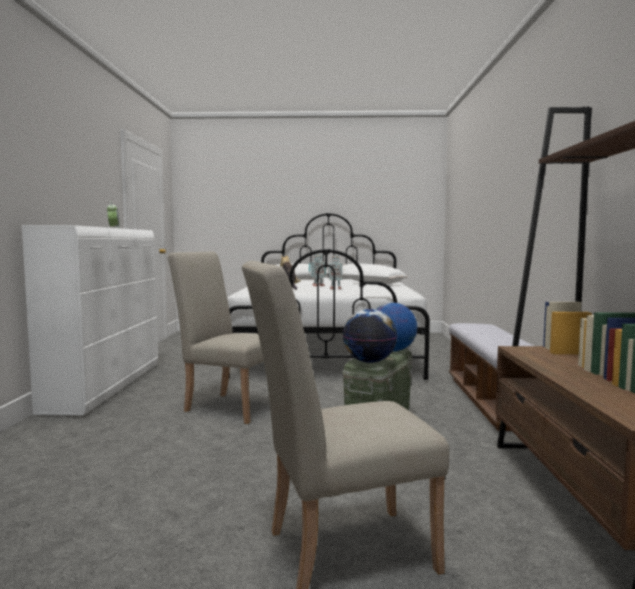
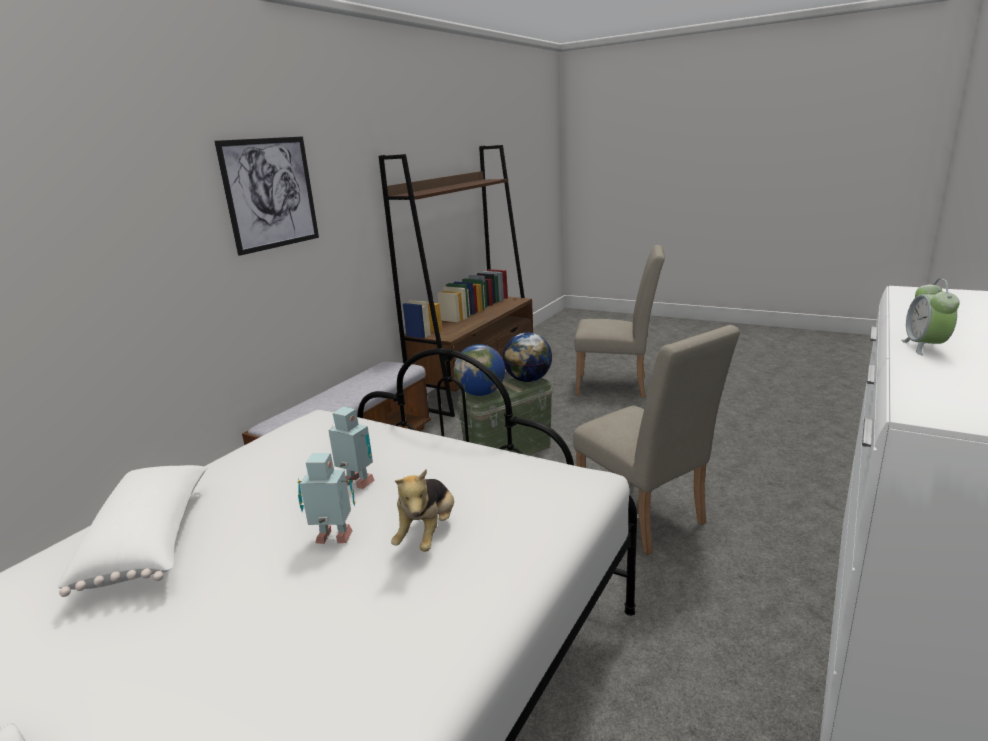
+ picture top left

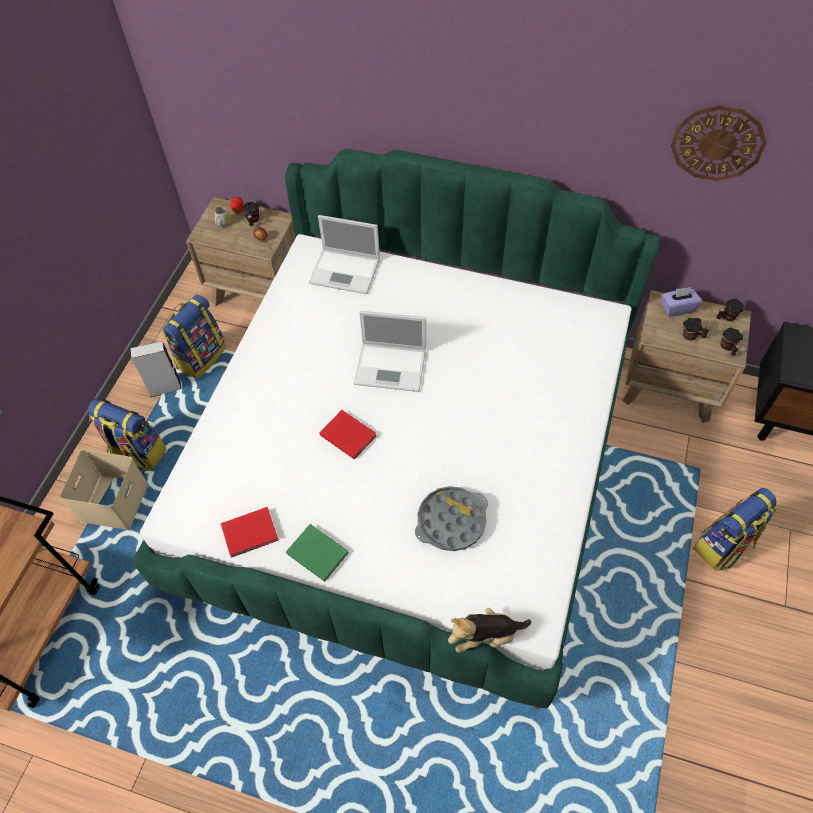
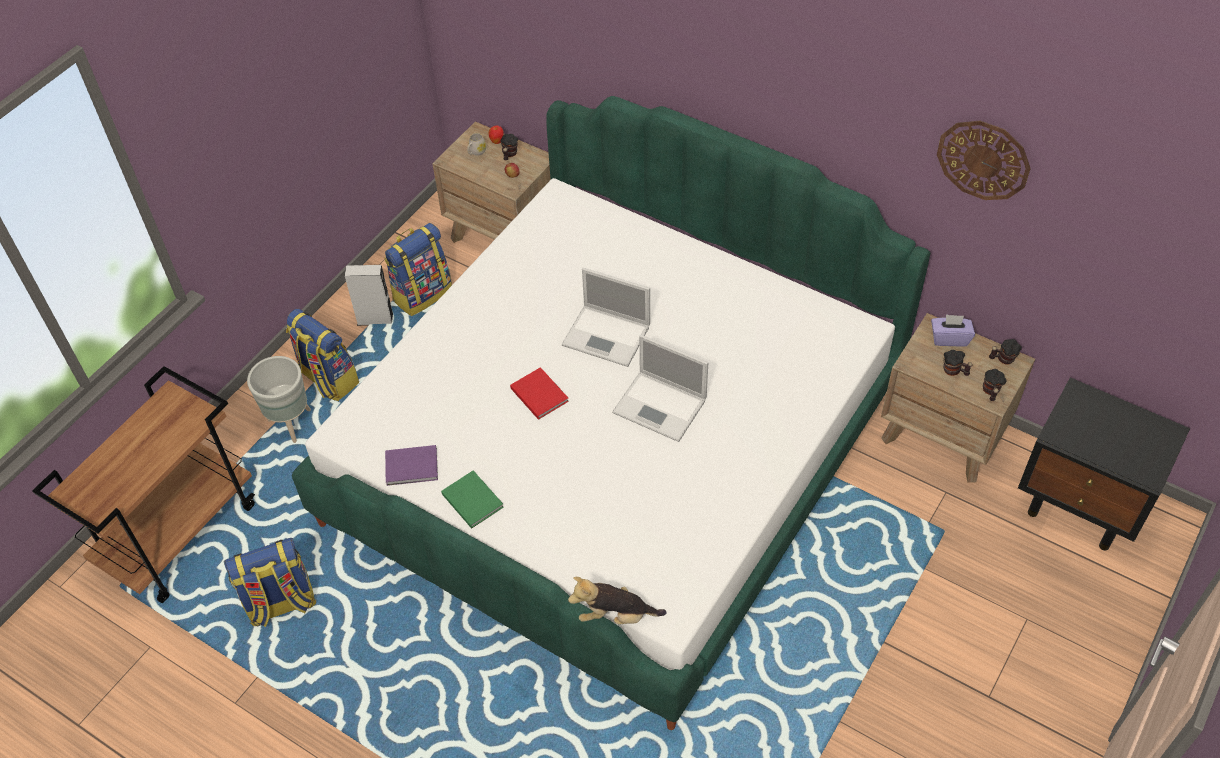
~ backpack (3rd from left in the first image) middle right to backpack (1st from left) bottom left
~ beige storage box middle left to grey planter middle left
~ red book (1st from left) middle left to purple book centre
~ laptop (1st from left in the first image) top centre to laptop (2nd from left) centre
- grey tray centre

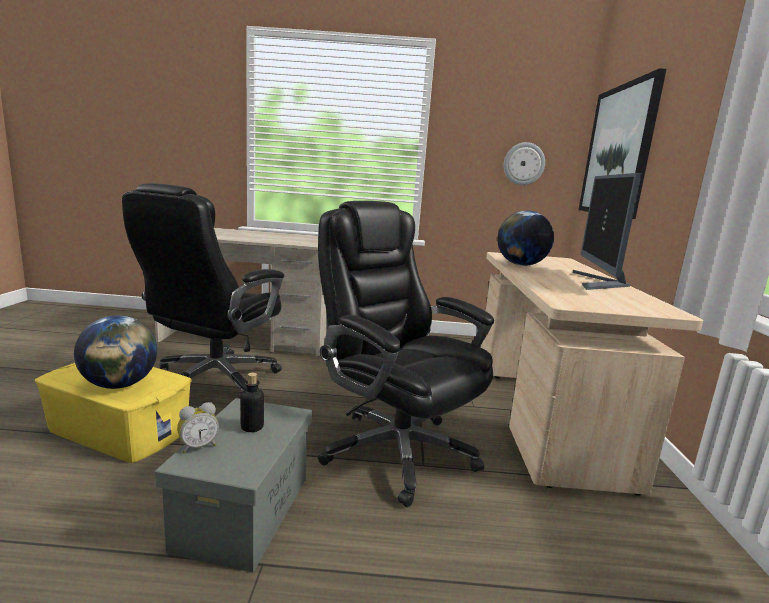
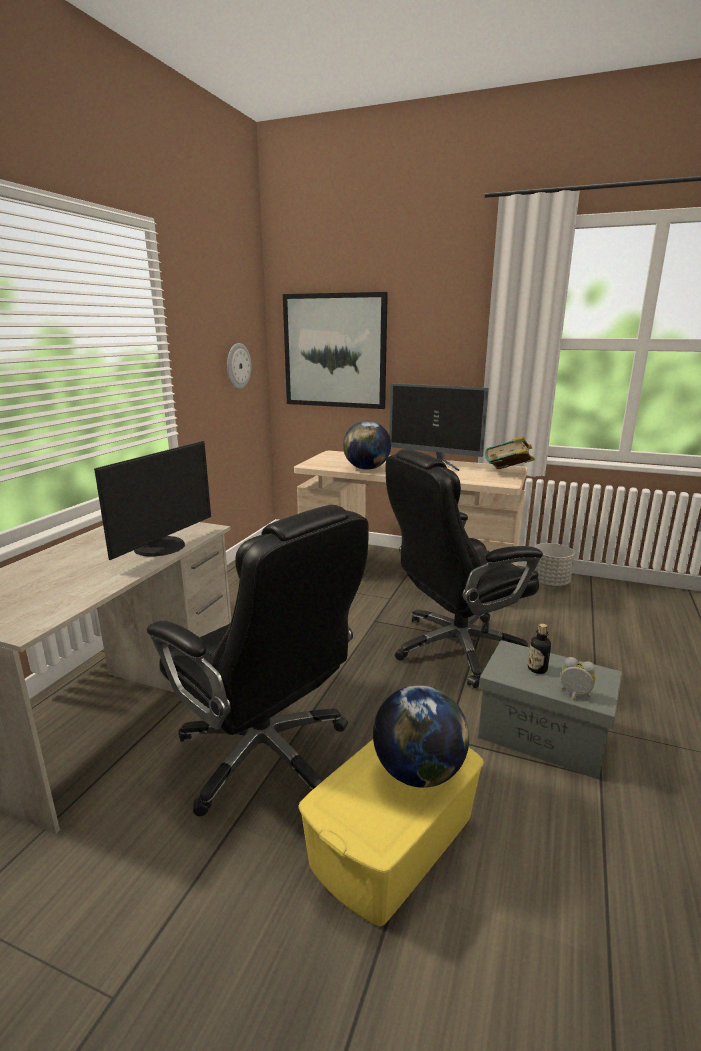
+ monitor (1st from left) middle left
+ book middle right
+ grey planter middle right
~ alarm clock bottom left = middle right 45 degrees counterclockwise

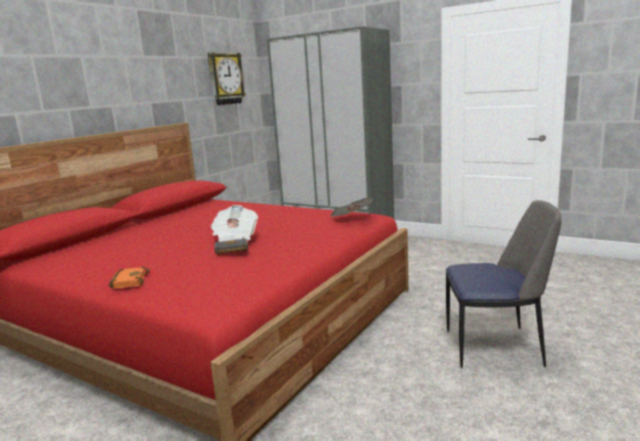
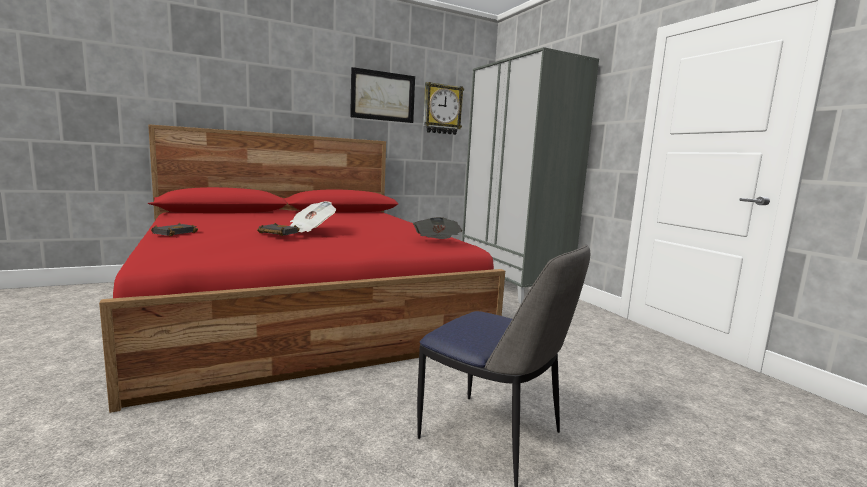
~ orange book middle left to black book (1st from left) middle left
+ picture top centre

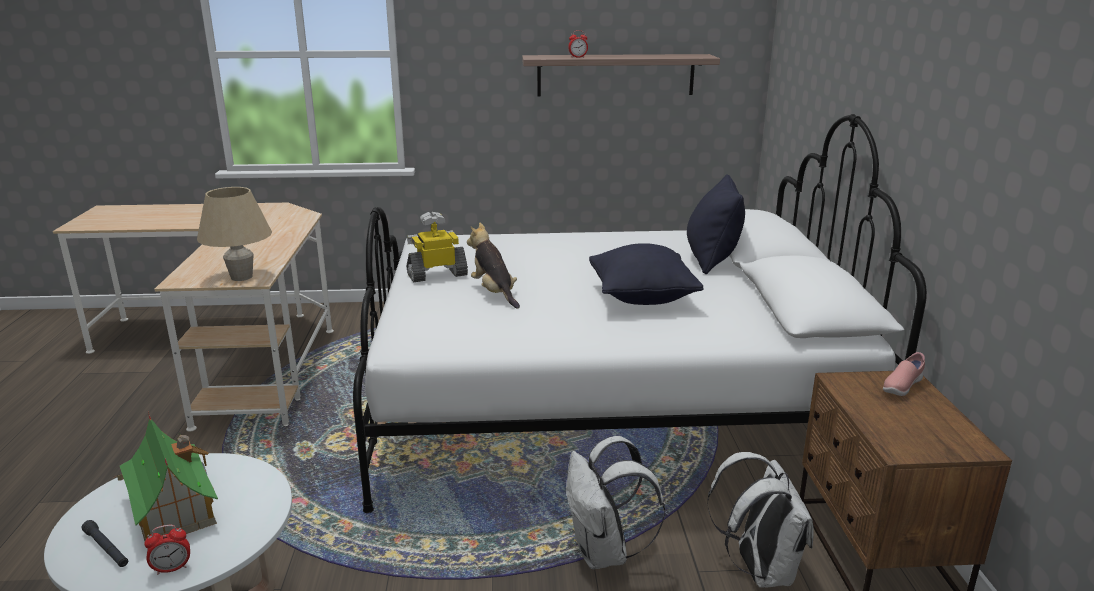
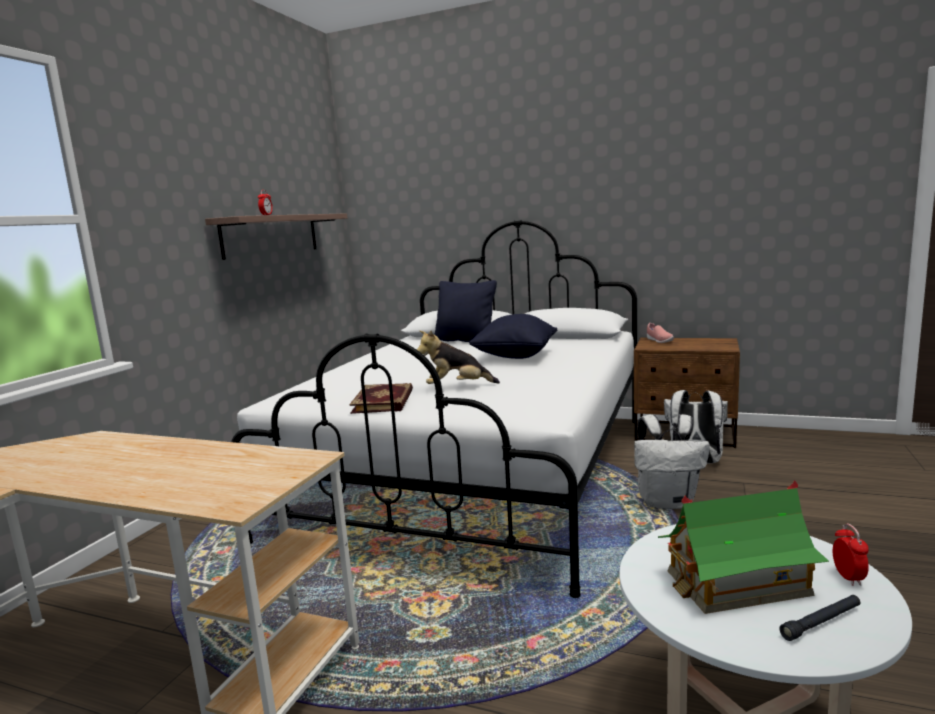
~ toy robot centre to book centre
- beige table lamp middle left

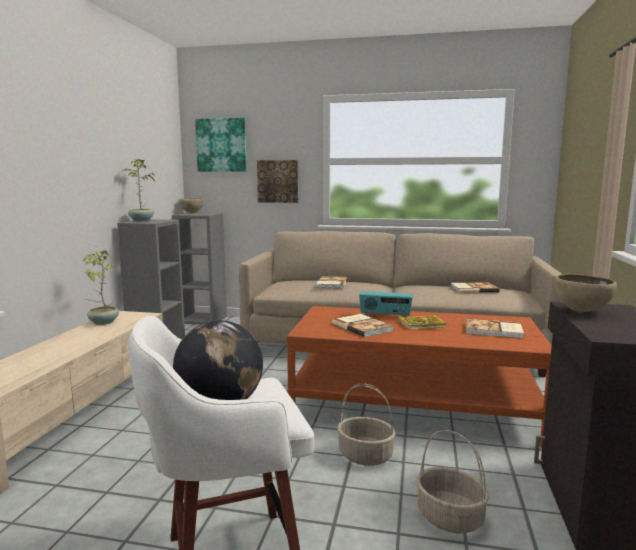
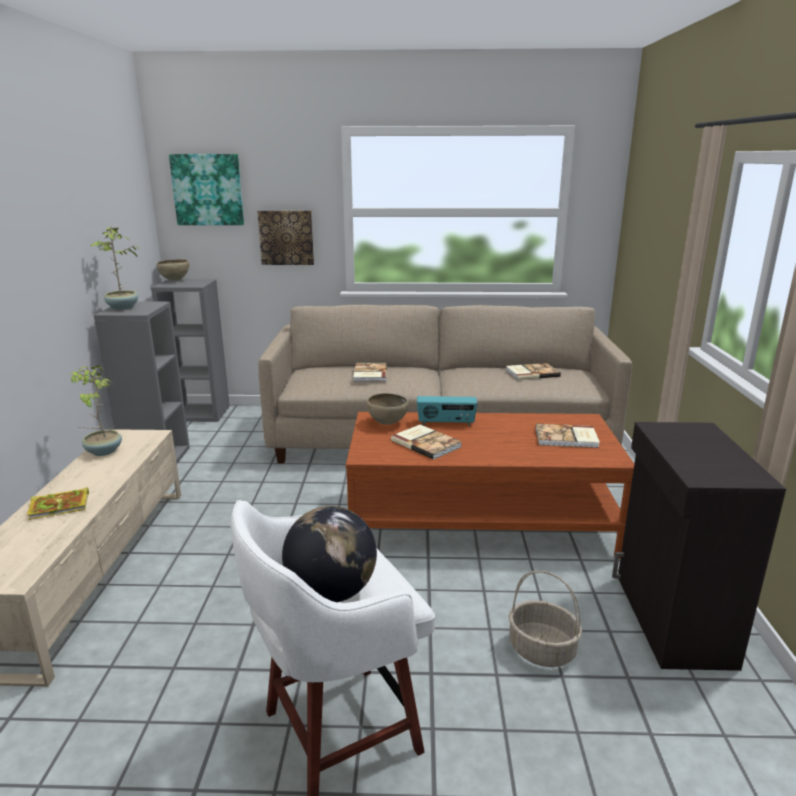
~ book (3rd from left in the first image) centre to book (1st from left) middle left
~ brown bowl (2nd from left) middle right to centre
- basket (1st from left) bottom centre

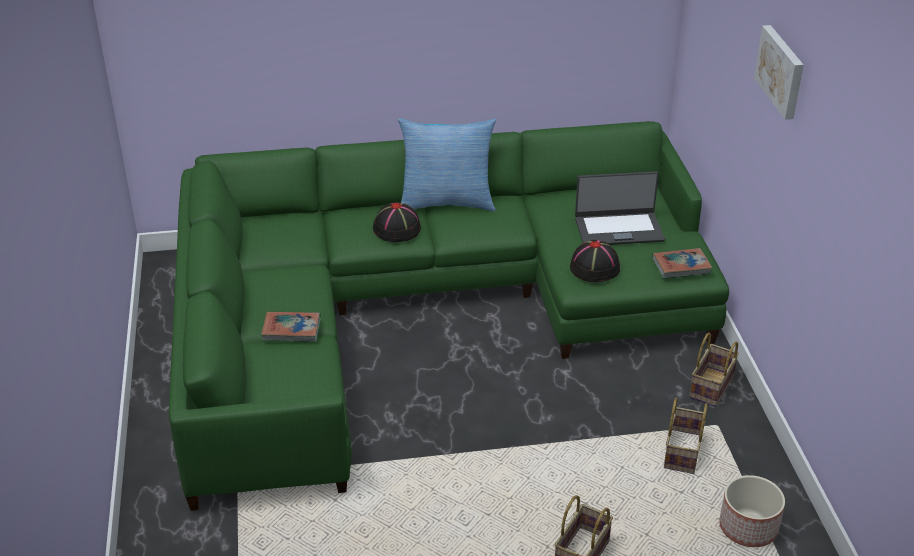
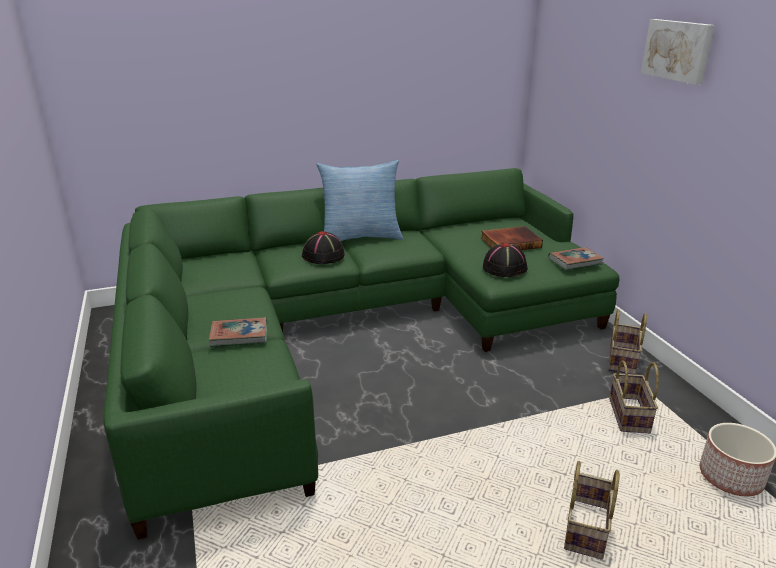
~ laptop middle right to book (2nd from left) centre

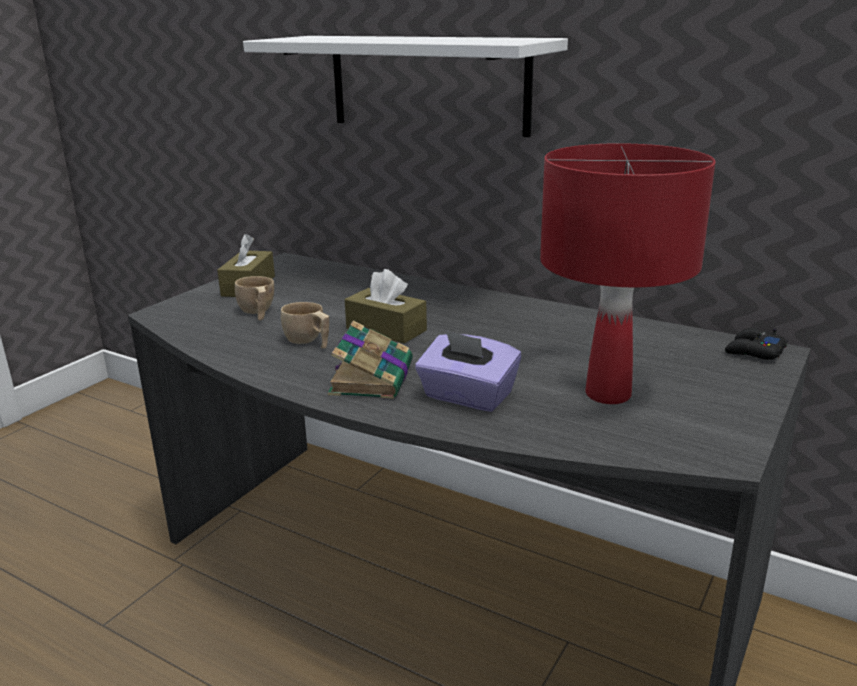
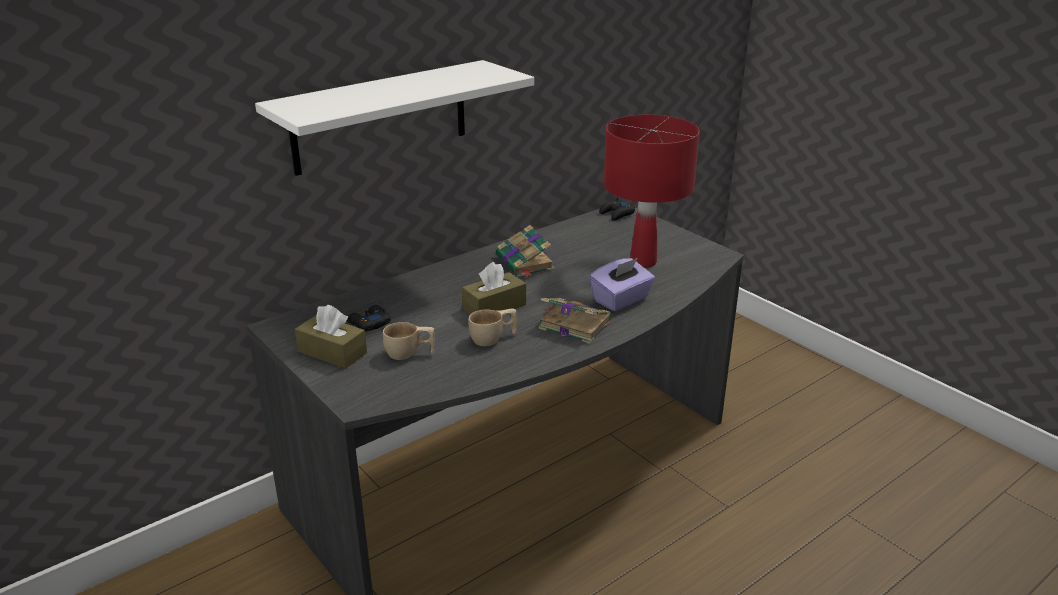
+ black game controller (1st from left) centre
+ book (1st from left) centre

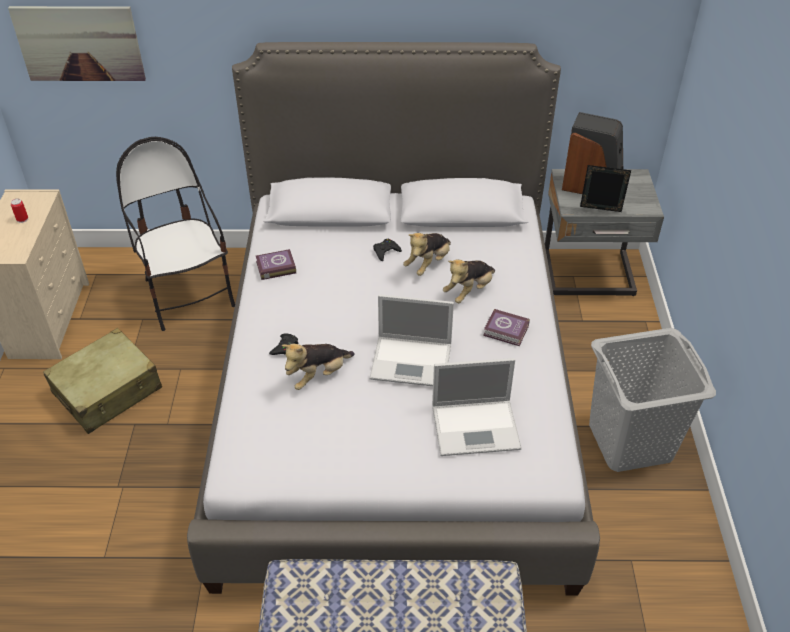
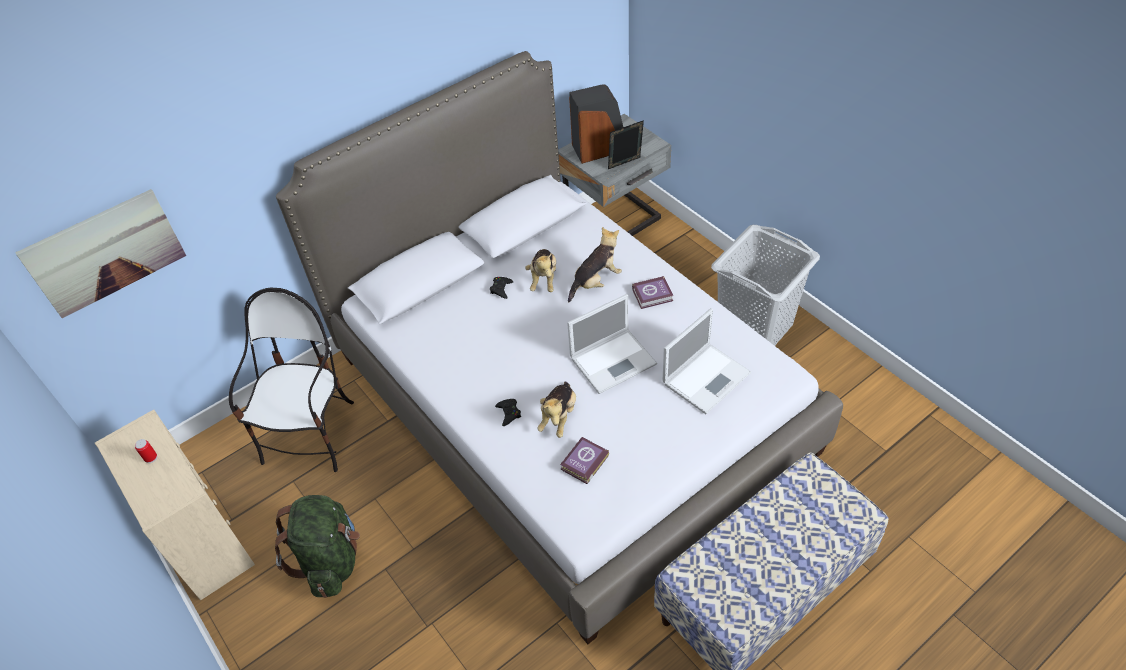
~ chair middle left = middle left 75 degrees clockwise
~ beige suitcase middle left to green backpack bottom left
~ book (1st from left) centre to bottom centre
~ plush toy (3rd from left) centre = centre 135 degrees counterclockwise

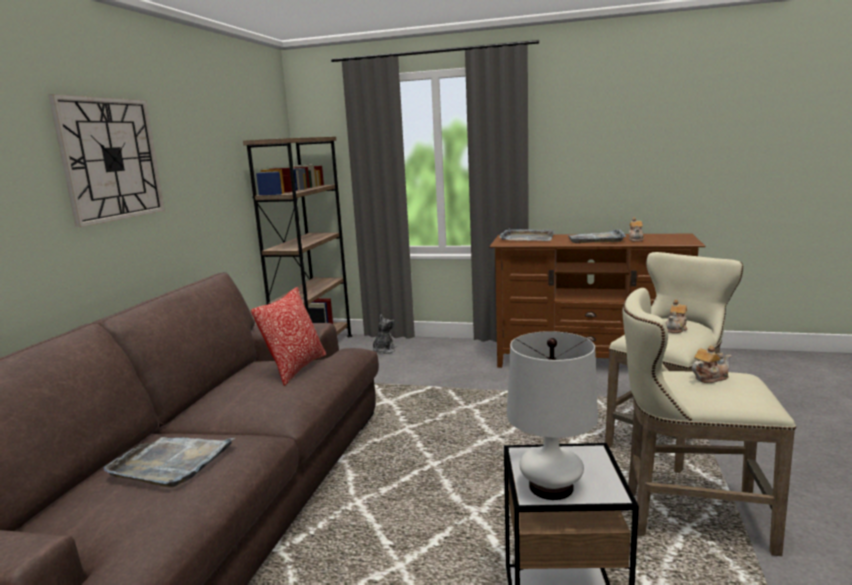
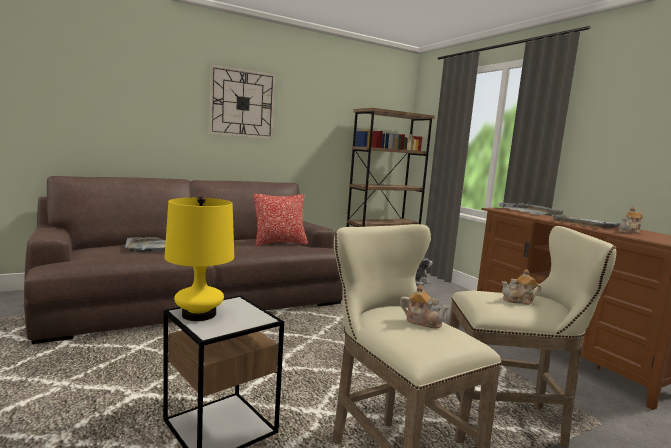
~ white table lamp bottom centre to yellow table lamp middle left

